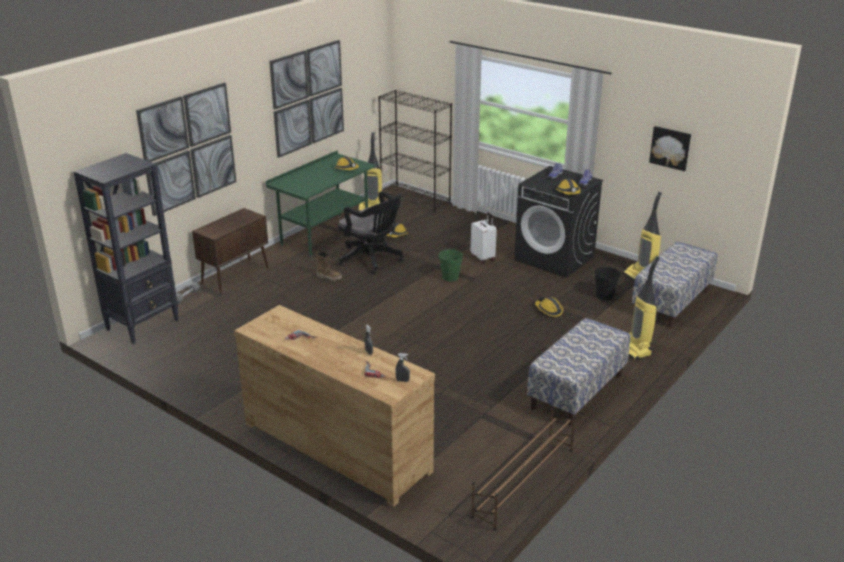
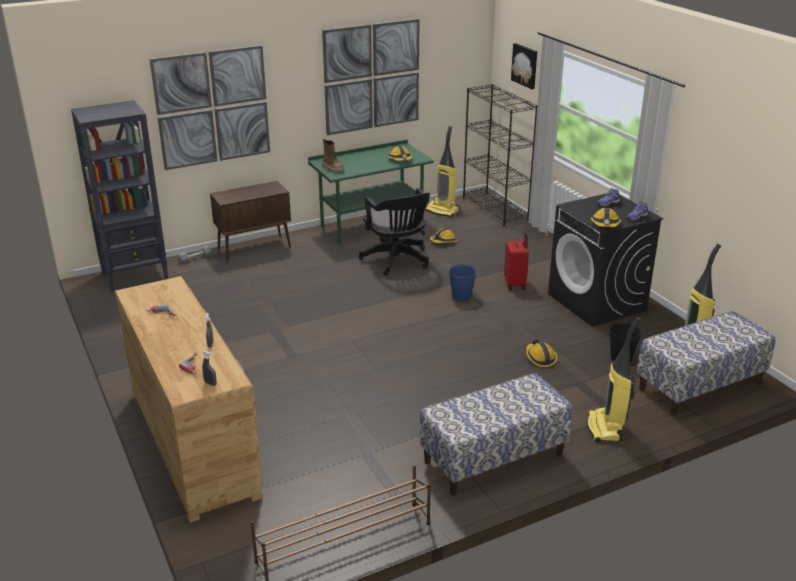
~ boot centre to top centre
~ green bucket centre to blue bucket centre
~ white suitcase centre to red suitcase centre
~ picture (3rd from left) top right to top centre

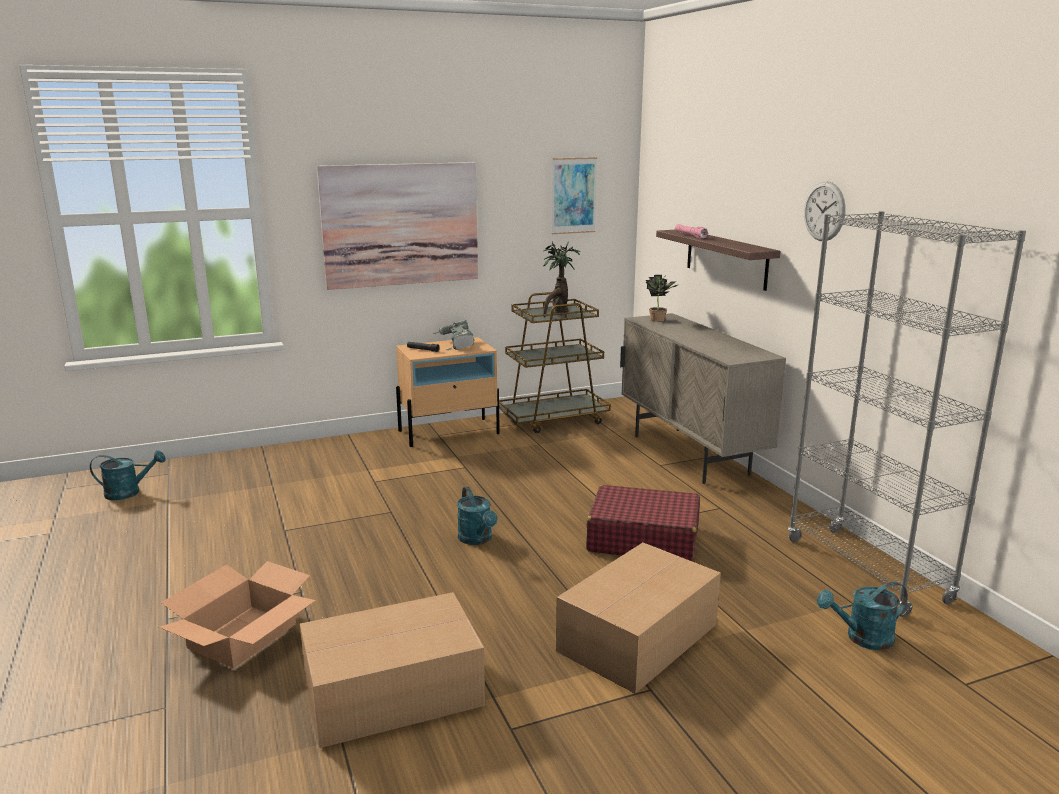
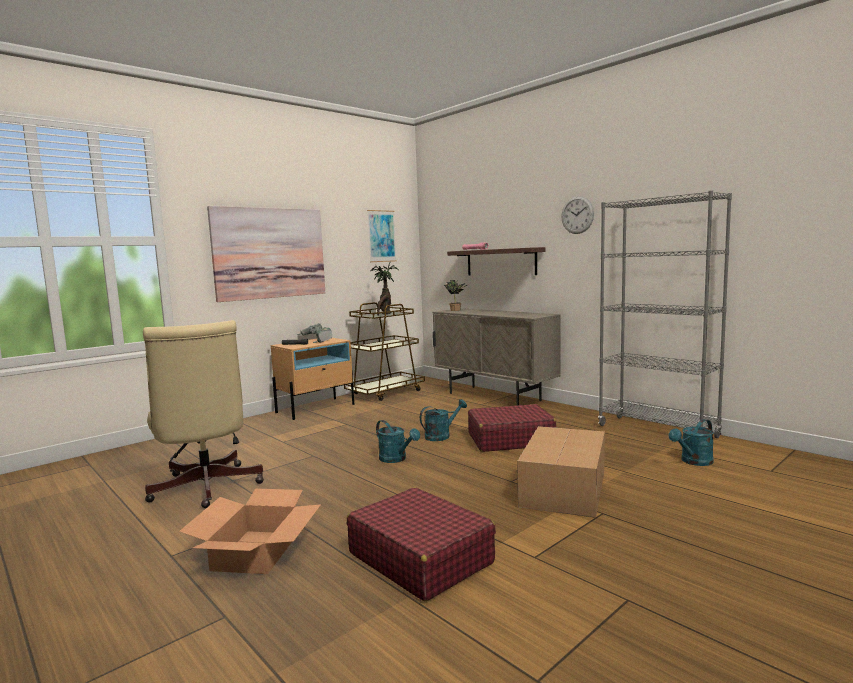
+ beige office chair middle left
~ cardboard box (2nd from left) bottom centre to red suitcase (1st from left) bottom centre
~ turquoise watering can (1st from left in the first image) middle left to turquoise watering can (2nd from left) centre

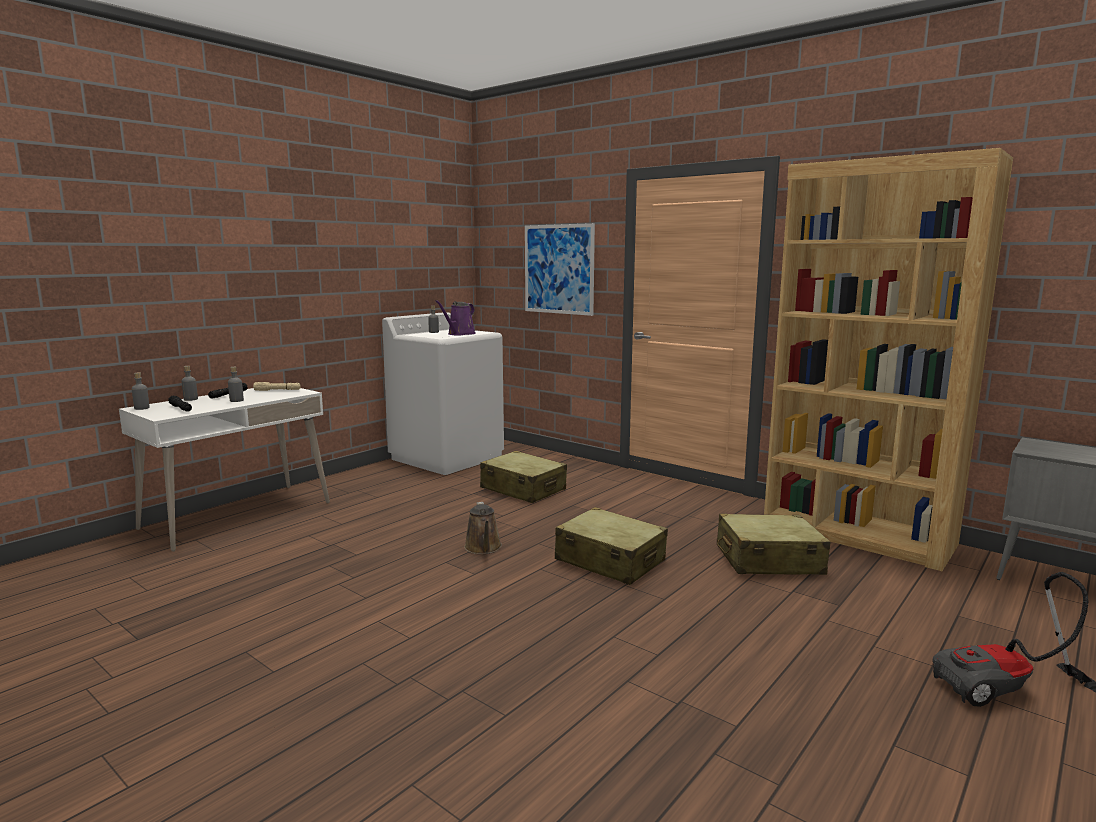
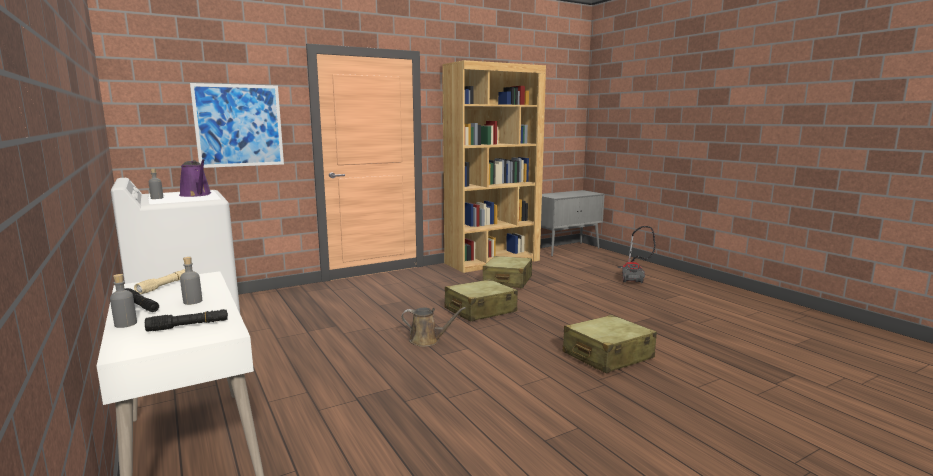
~ beige suitcase (1st from left in the first image) centre to beige suitcase (3rd from left) bottom centre
- grey bottle (1st from left) middle left

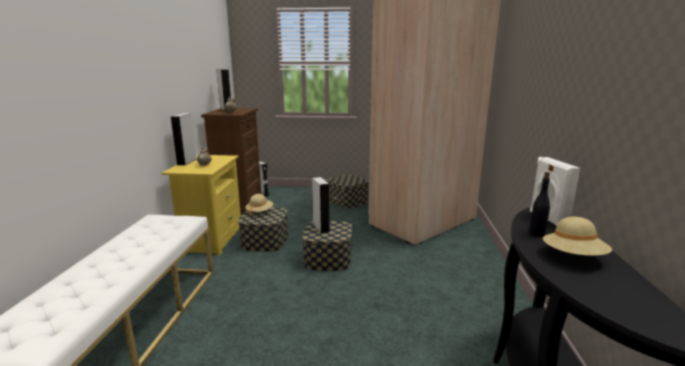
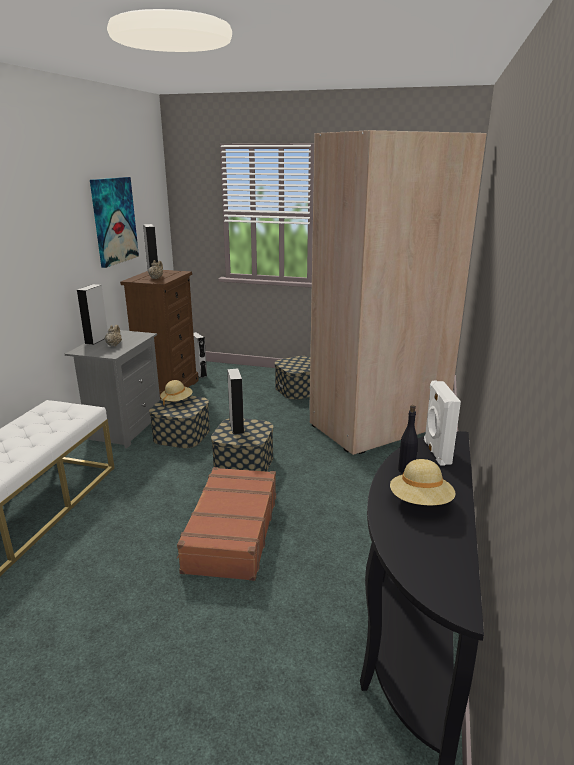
~ yellow nightstand middle left to grey nightstand middle left
+ picture top left
+ brown suitcase bottom centre

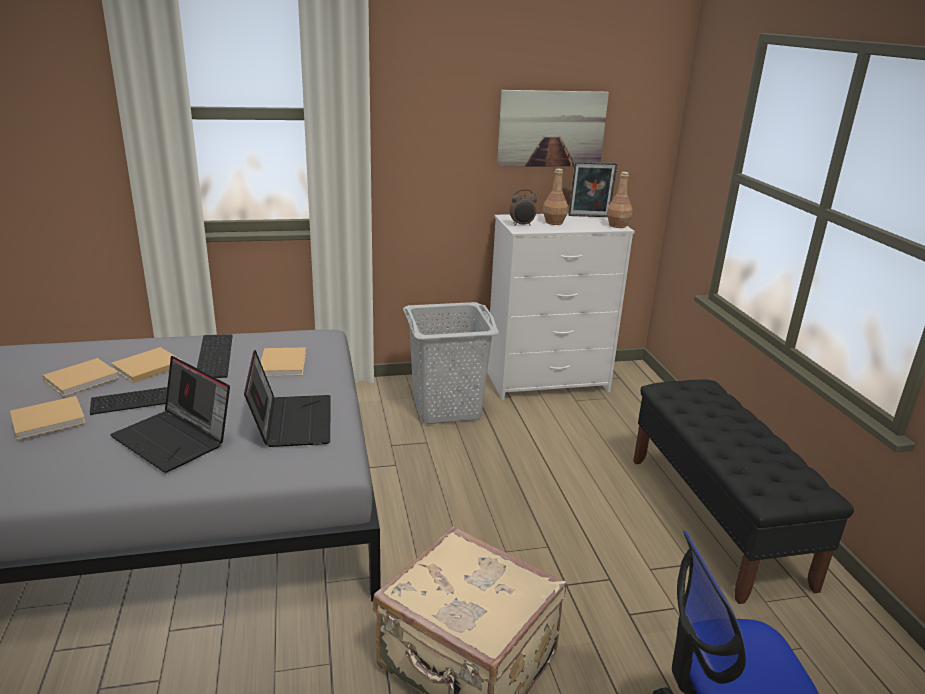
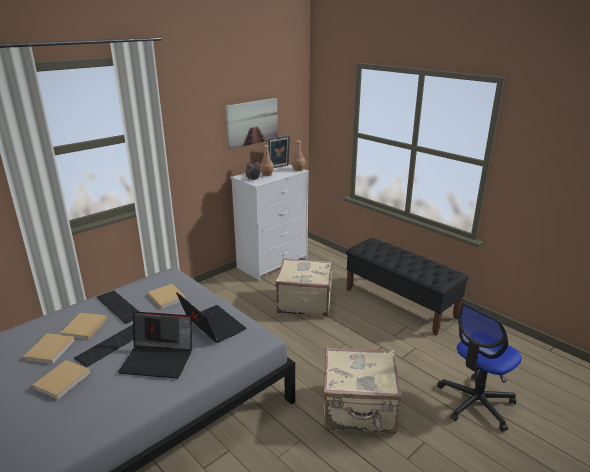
+ beige suitcase (1st from left) centre
- grey laundry basket centre

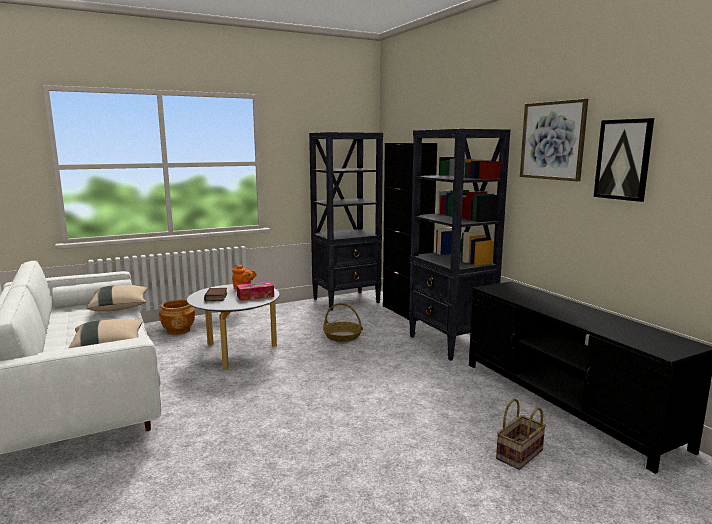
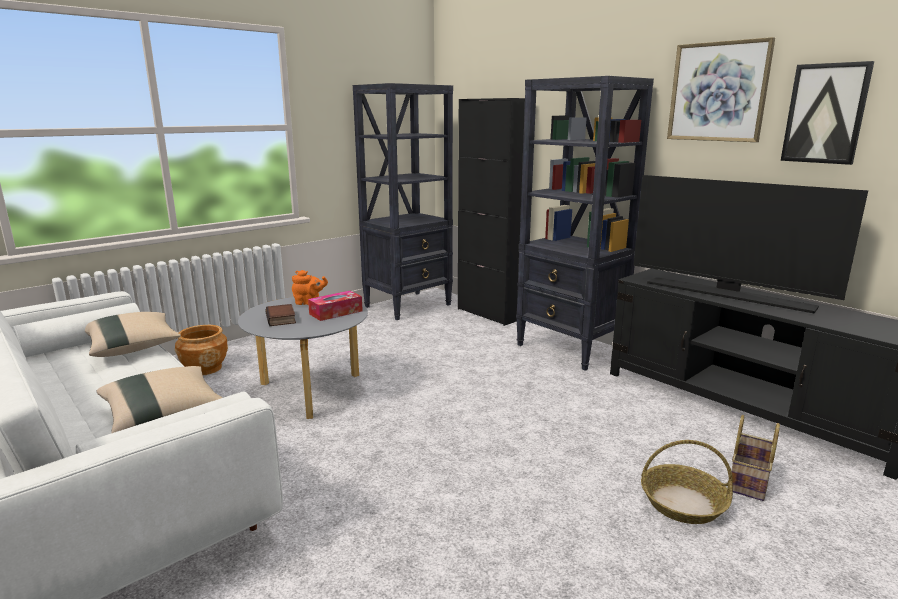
+ television middle right
~ basket (1st from left) centre to bottom right

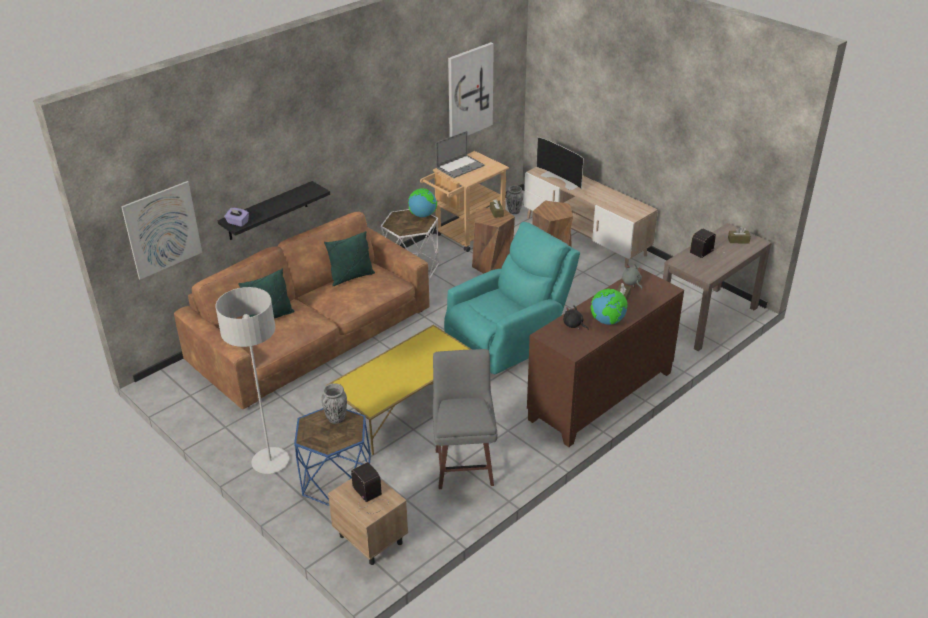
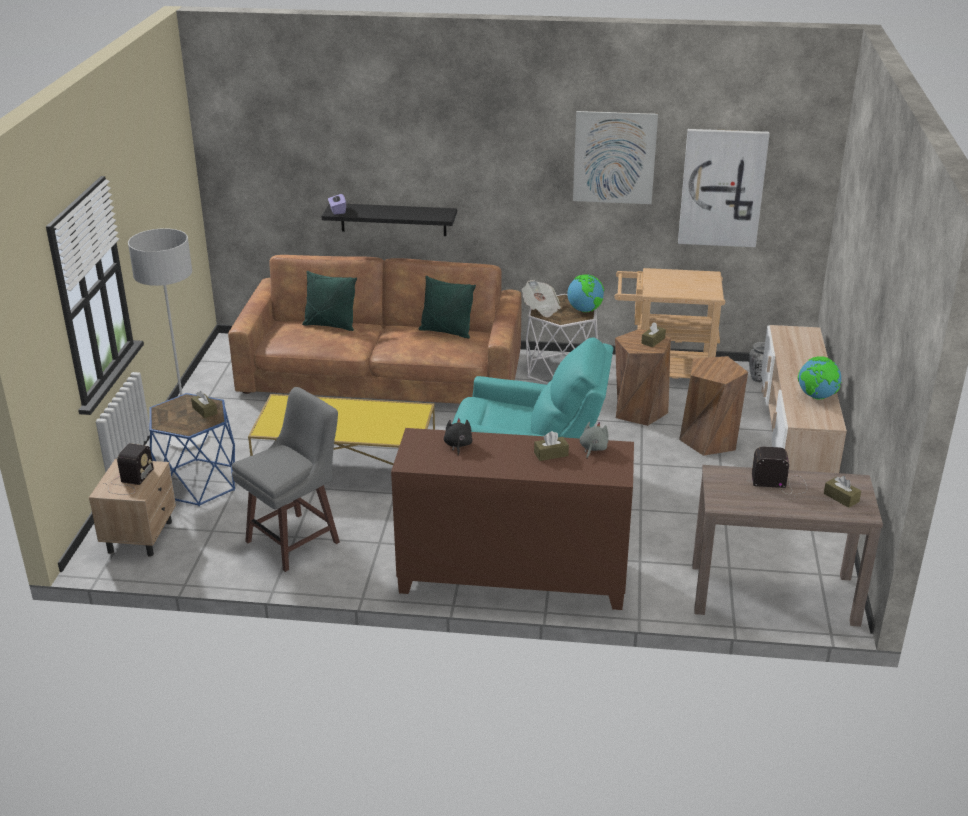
~ vase (1st from left) centre to brown tissue box (1st from left) middle left
+ newspaper centre
~ picture (1st from left) middle left to top centre
~ globe (2nd from left) centre to middle right
- laptop top centre
- television top centre

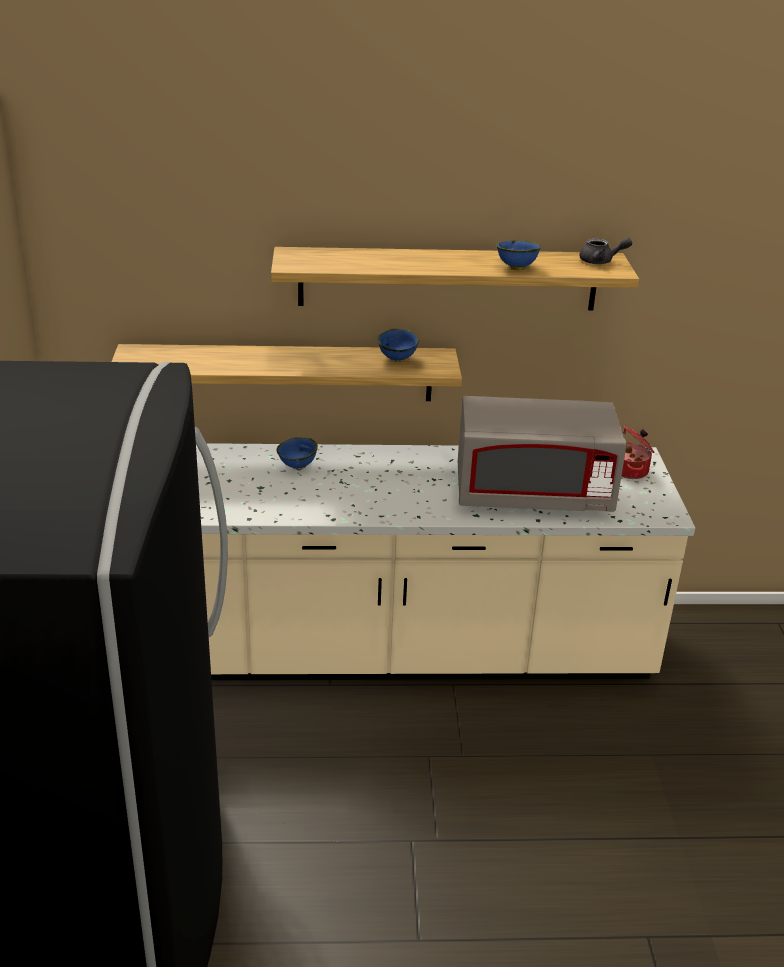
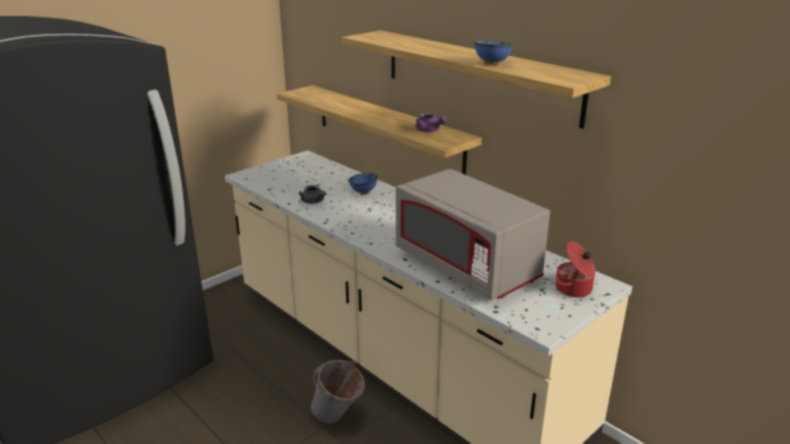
~ grey teapot top right to centre
+ grey bucket bottom centre
~ blue bowl (2nd from left) centre to purple teapot top centre

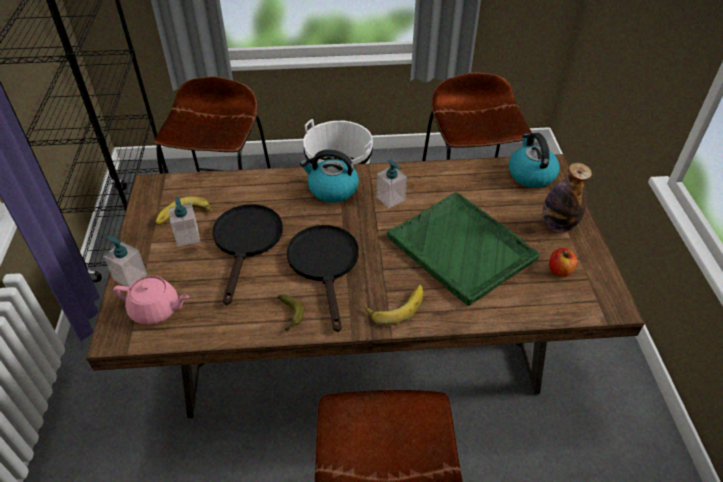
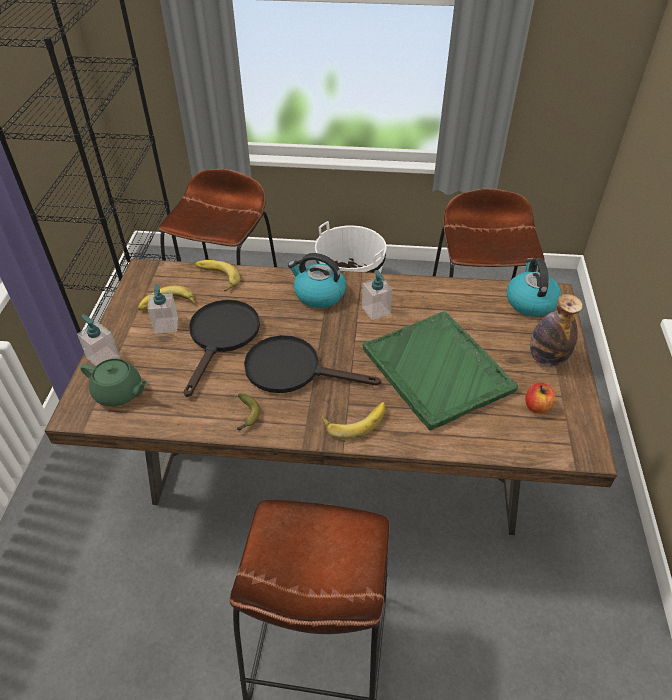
~ pink teapot middle left to green teapot middle left
+ banana (2nd from left) middle left
~ black frying pan (2nd from left) centre = centre 75 degrees counterclockwise

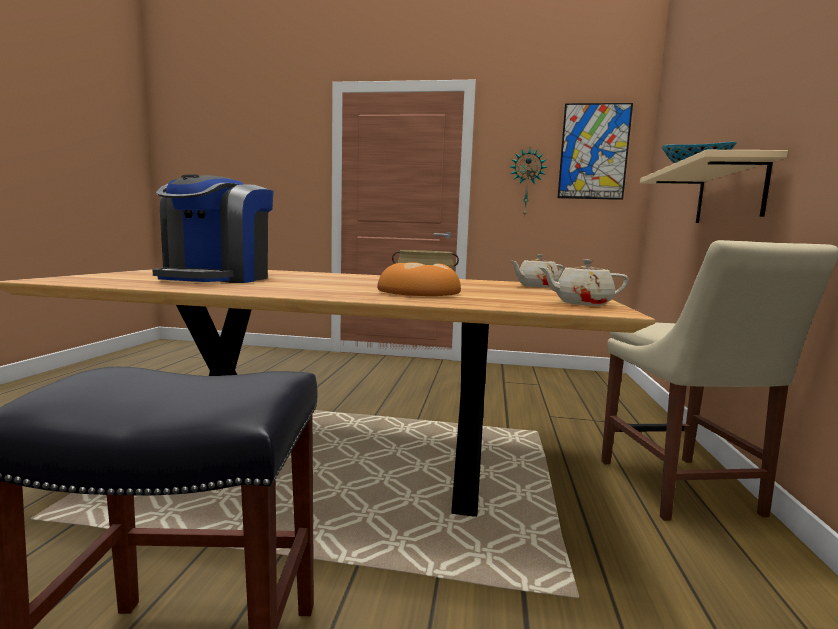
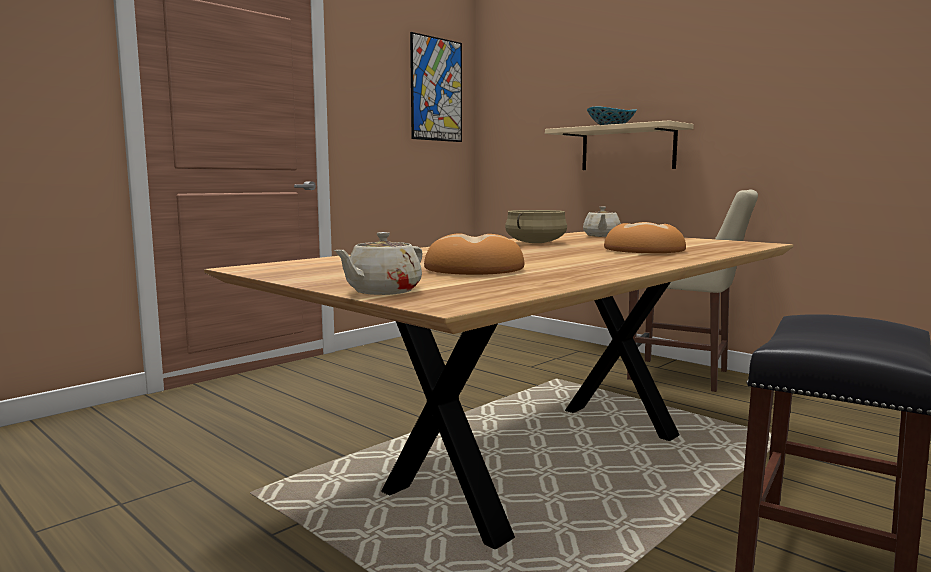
~ beige teapot (2nd from left in the first image) middle right to beige teapot (1st from left) centre
~ coffee machine middle left to bread (1st from left) centre
- wall clock top centre

